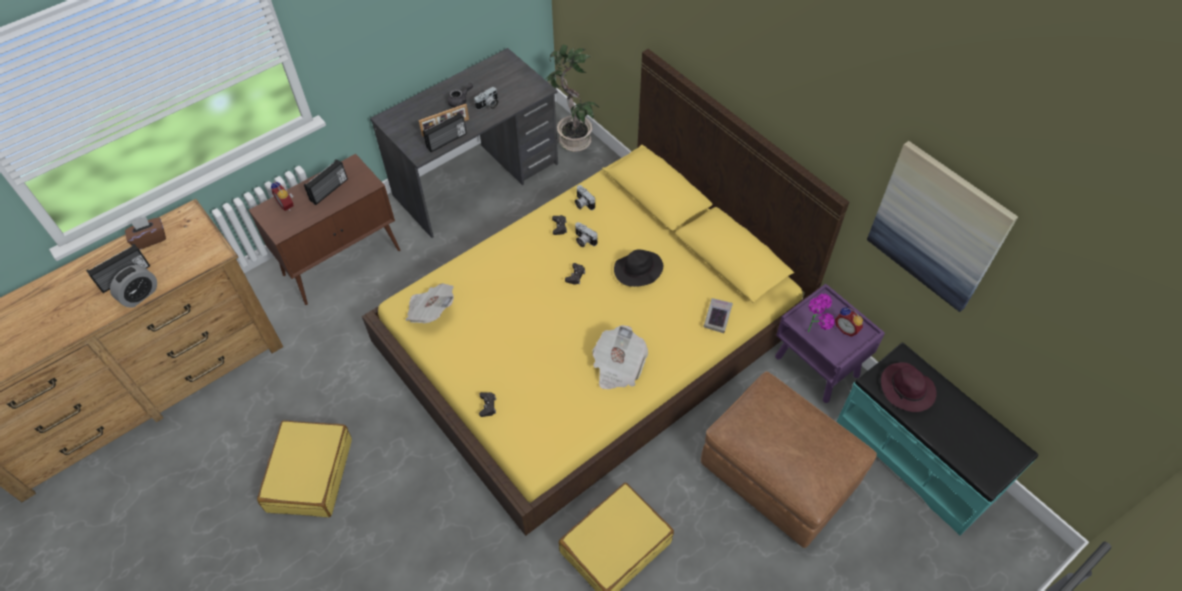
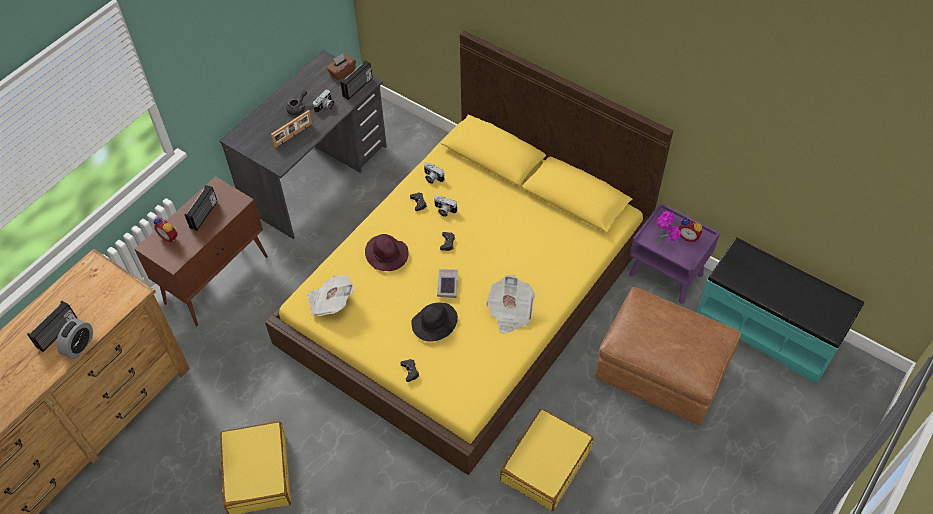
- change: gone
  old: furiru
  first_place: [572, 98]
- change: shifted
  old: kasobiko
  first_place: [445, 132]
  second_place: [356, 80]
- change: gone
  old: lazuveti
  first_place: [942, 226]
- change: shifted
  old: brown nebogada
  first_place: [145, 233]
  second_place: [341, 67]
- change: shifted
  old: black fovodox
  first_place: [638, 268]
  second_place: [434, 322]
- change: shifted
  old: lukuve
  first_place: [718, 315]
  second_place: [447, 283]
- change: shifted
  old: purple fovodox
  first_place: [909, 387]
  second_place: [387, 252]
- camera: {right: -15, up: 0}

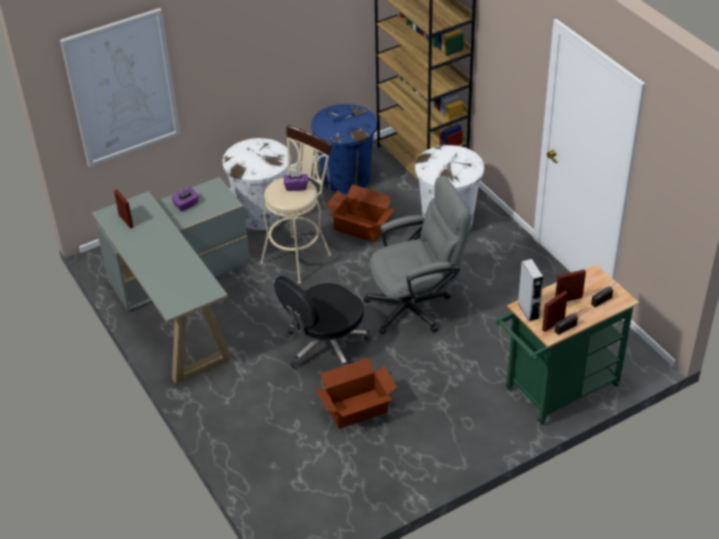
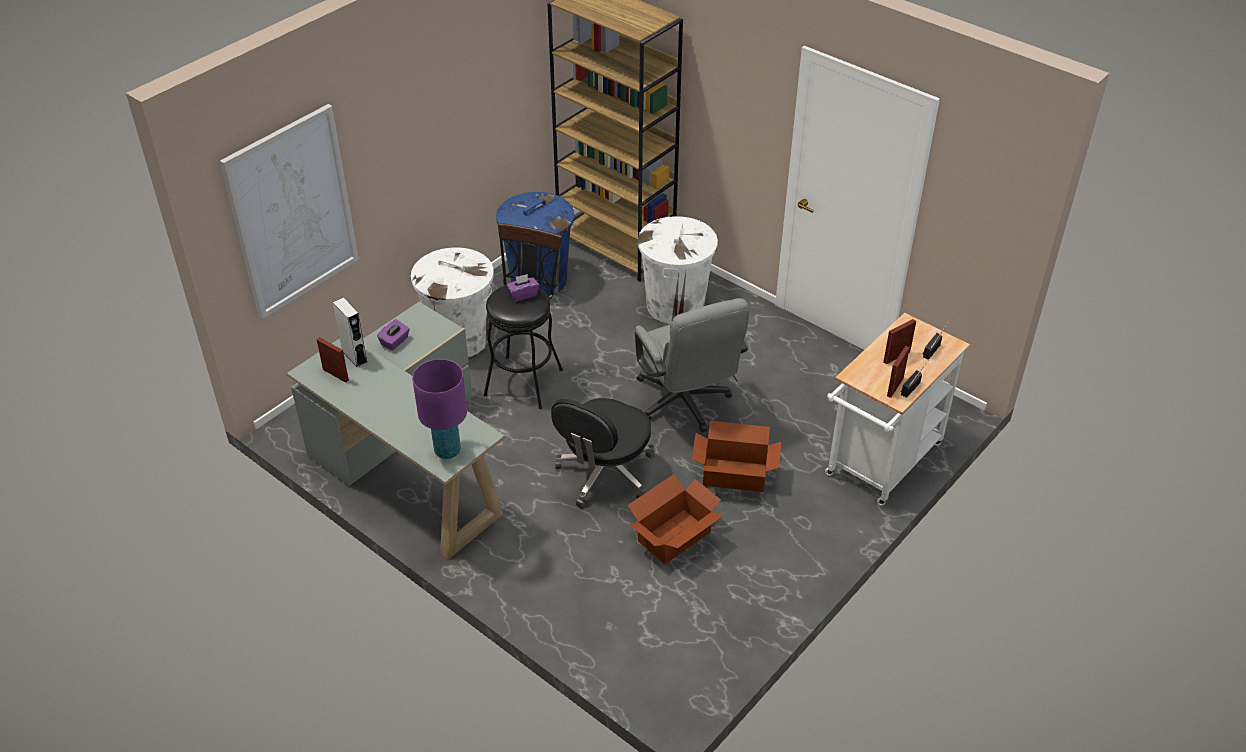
- change: repainted
  old: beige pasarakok
  new: black pasarakok
  first_place: [296, 204]
  second_place: [523, 316]
- change: rotated
  old: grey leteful
  first_place: [417, 255]
  second_place: [692, 365]
  degrees: 105
- change: shifted
  old: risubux
  first_place: [360, 213]
  second_place: [736, 456]
- change: shifted
  old: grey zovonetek
  first_place: [530, 290]
  second_place: [350, 332]
- change: repainted
  old: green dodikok
  new: white dodikok
  first_place: [567, 344]
  second_place: [897, 409]
- change: new
  new: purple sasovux
  second_place: [439, 409]
- camera: {right: -20, up: 0}

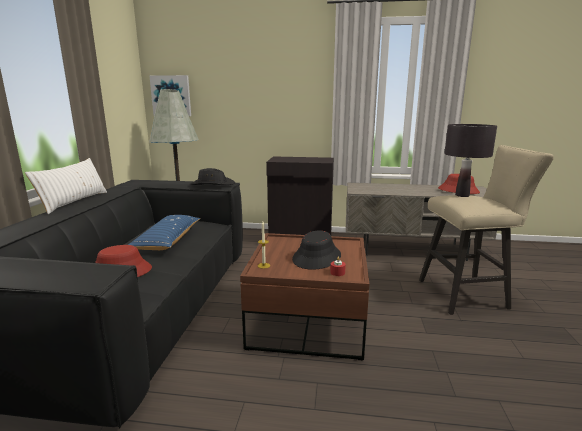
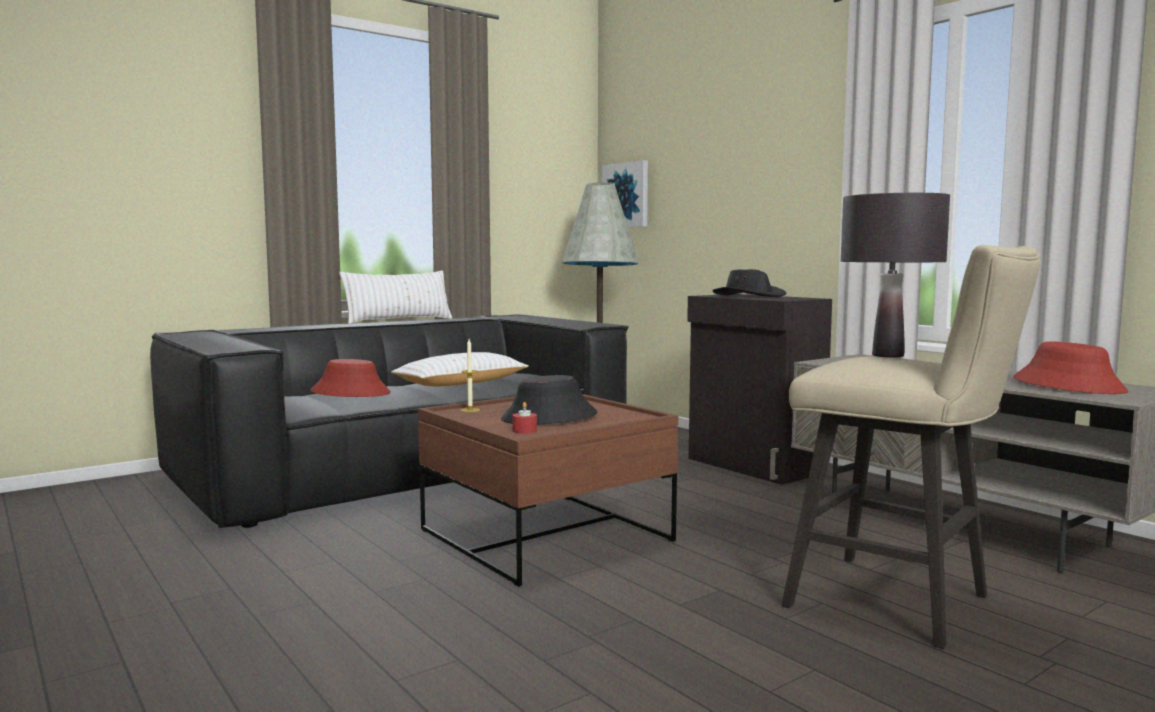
- change: shifted
  old: black fovodox
  first_place: [213, 176]
  second_place: [750, 283]
- change: repainted
  old: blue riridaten
  new: white riridaten
  first_place: [164, 232]
  second_place: [460, 369]
- camera: {right: 45, up: -10}

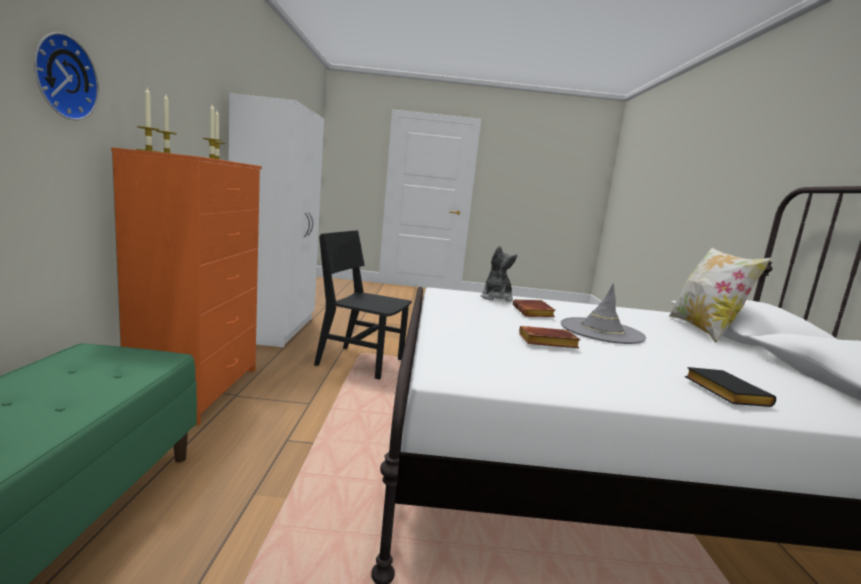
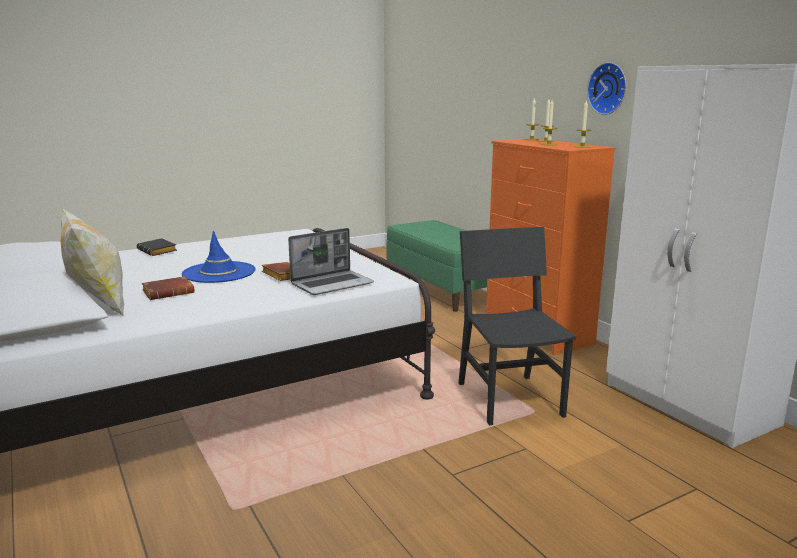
- change: shifted
  old: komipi
  first_place: [66, 76]
  second_place: [606, 88]
- change: rotated
  old: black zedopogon
  first_place: [363, 305]
  second_place: [517, 326]
  degrees: -90
- change: swapped
  old: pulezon
  new: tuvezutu
  first_place: [499, 274]
  second_place: [331, 261]
- change: repainted
  old: grey fovodox
  new: blue fovodox
  first_place: [603, 313]
  second_place: [219, 257]
- change: shifted
  old: brown lukuve
  first_place: [550, 337]
  second_place: [168, 288]
- camera: {right: 150, up: 5}

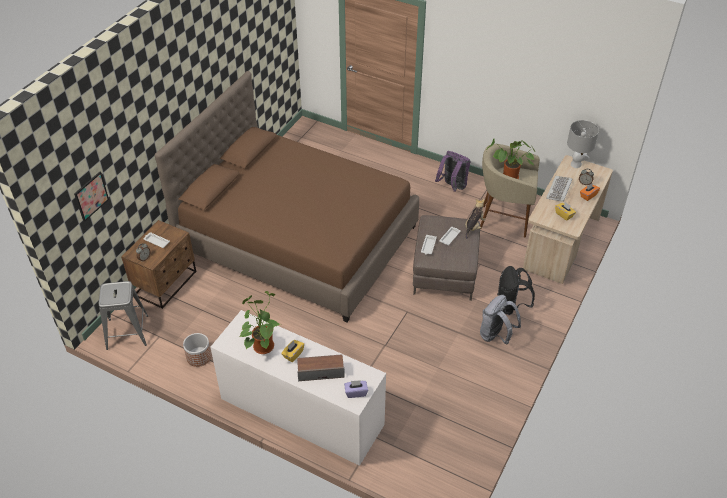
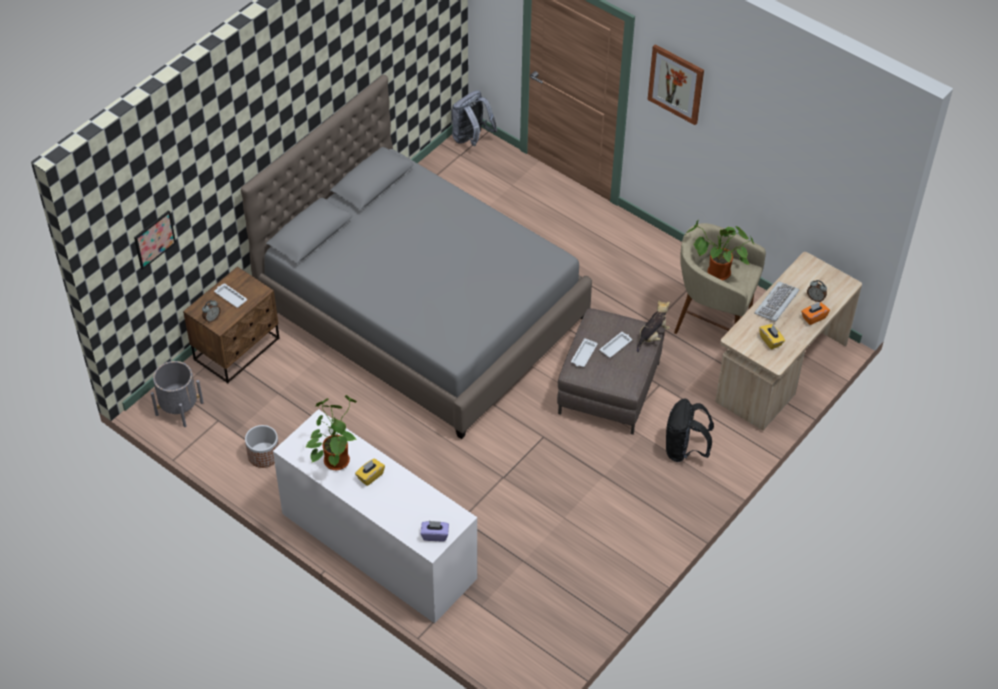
- change: repainted
  old: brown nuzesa
  new: grey nuzesa
  first_place: [287, 196]
  second_place: [416, 257]
- change: gone
  old: grey sasovux
  first_place: [583, 144]
- change: gone
  old: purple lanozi
  first_place: [452, 171]
- change: swapped
  old: grey pasarakok
  new: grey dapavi
  first_place: [123, 315]
  second_place: [177, 394]
- change: shifted
  old: grey lanozi
  first_place: [500, 320]
  second_place: [475, 118]
- change: gone
  old: zovonetek
  first_place: [321, 367]
- change: new
  new: lazuveti
  second_place: [676, 84]
- camera: {right: 10, up: 5}

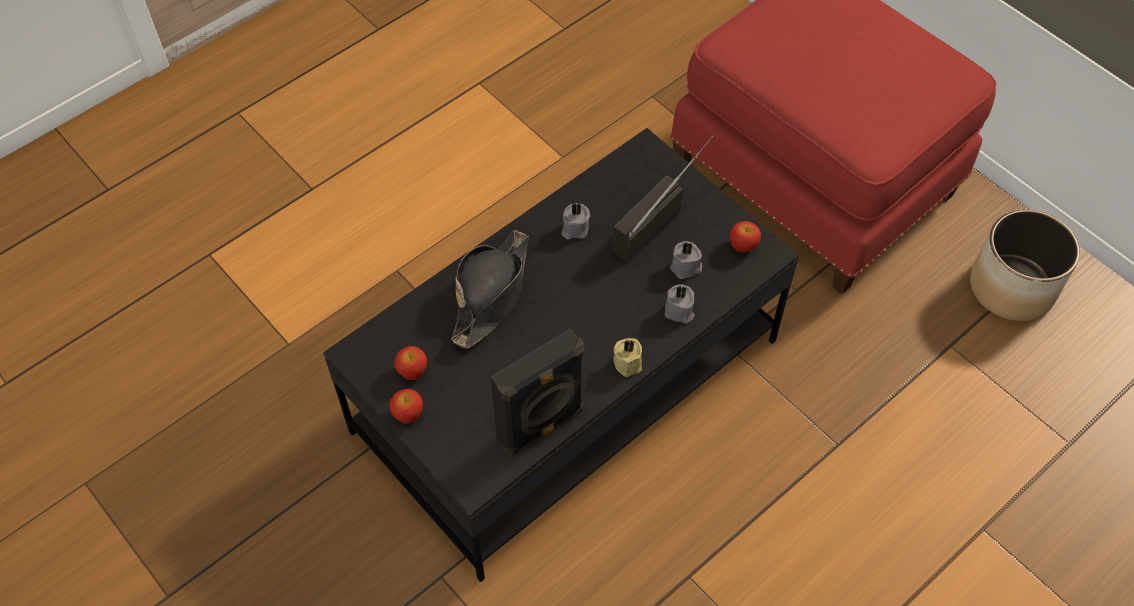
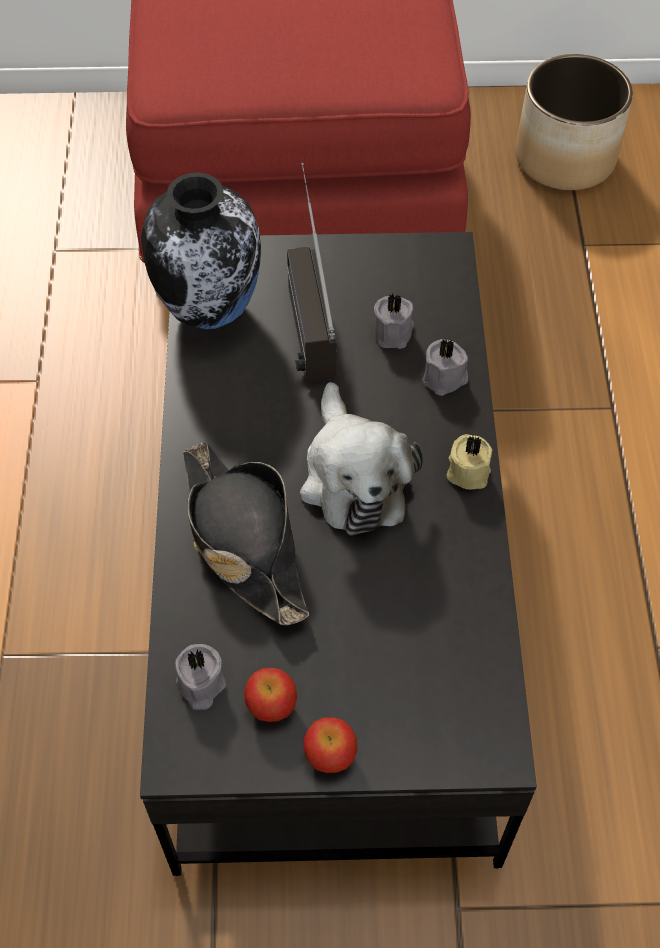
- change: shifted
  old: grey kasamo
  first_place: [575, 221]
  second_place: [200, 677]
- change: gone
  old: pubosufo
  first_place: [745, 236]
- change: gone
  old: black zovonetek
  first_place: [537, 392]
- change: new
  new: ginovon
  second_place: [201, 251]
- change: new
  new: pulezon
  second_place: [361, 458]
- camera: {right: -50, up: 0}

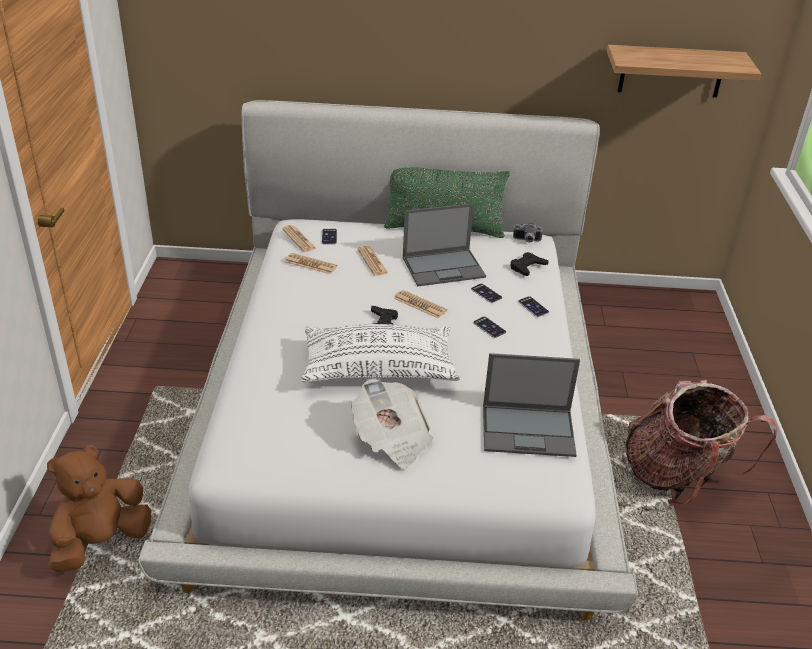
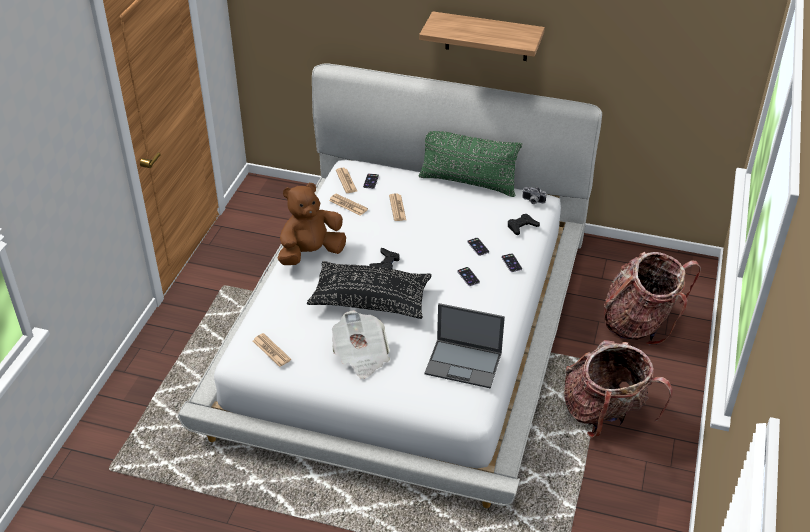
- change: shifted
  old: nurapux
  first_place: [684, 71]
  second_place: [482, 36]
- change: gone
  old: tuvezutu
  first_place: [444, 244]
- change: shifted
  old: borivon
  first_place: [420, 304]
  second_place: [272, 350]
- change: repainted
  old: white riridaten
  new: black riridaten
  first_place: [380, 353]
  second_place: [369, 290]
- change: shifted
  old: brown pulezon
  first_place: [99, 508]
  second_place: [312, 224]
- change: new
  new: lanozi
  second_place: [652, 298]
- camera: {right: 15, up: 5}

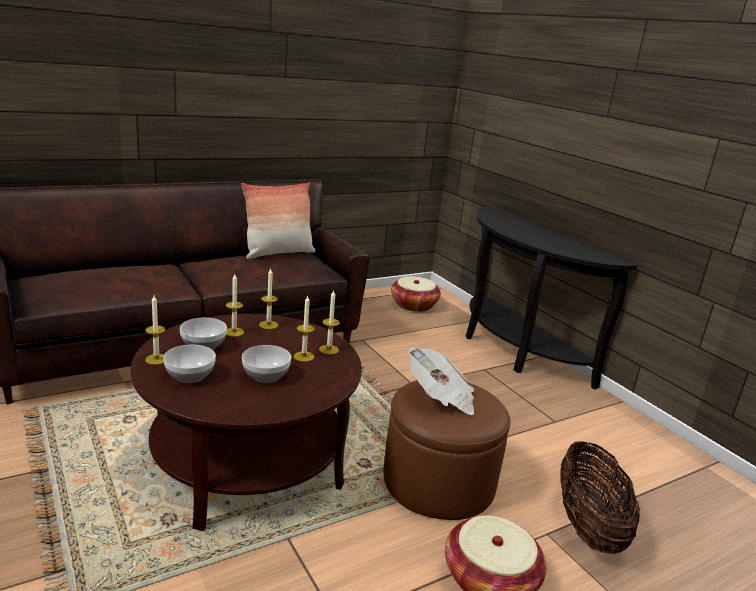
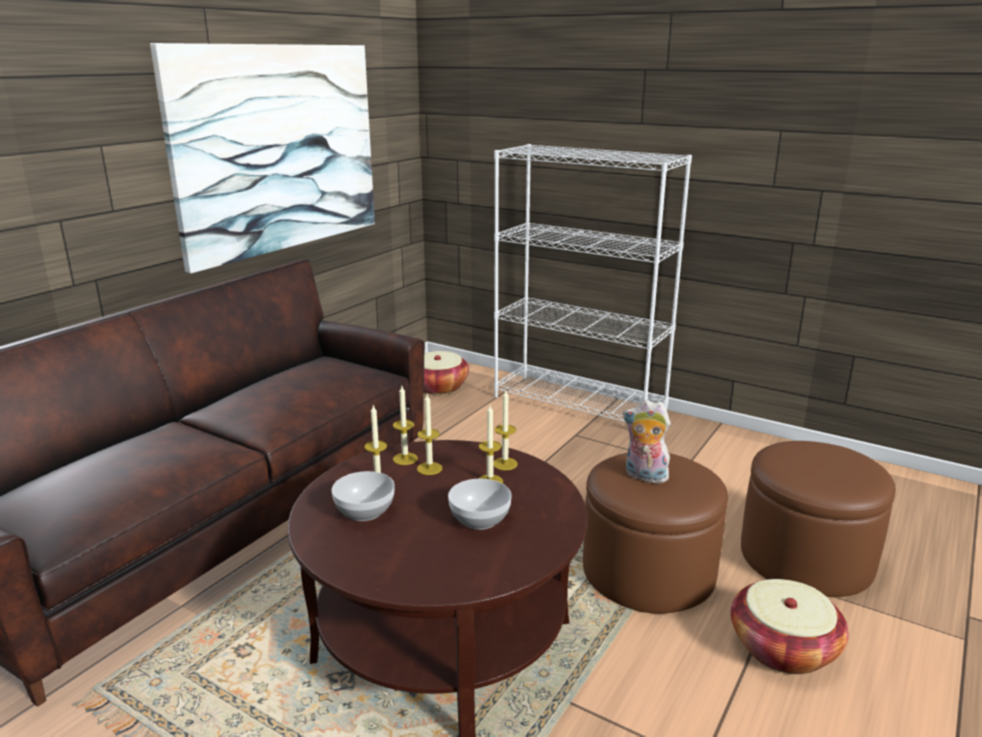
- change: gone
  old: riridaten
  first_place: [278, 221]
- change: swapped
  old: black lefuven
  new: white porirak
  first_place: [551, 297]
  second_place: [593, 283]
- change: shifted
  old: kasamo
  first_place: [155, 330]
  second_place: [429, 434]
- change: gone
  old: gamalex
  first_place: [189, 364]
- change: swapped
  old: borivon
  new: pulezon
  first_place: [441, 381]
  second_place: [647, 442]
- change: swapped
  old: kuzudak
  new: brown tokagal
  first_place: [600, 497]
  second_place: [818, 519]
- change: new
  new: lazuveti
  second_place: [262, 158]
- camera: {right: -25, up: 0}

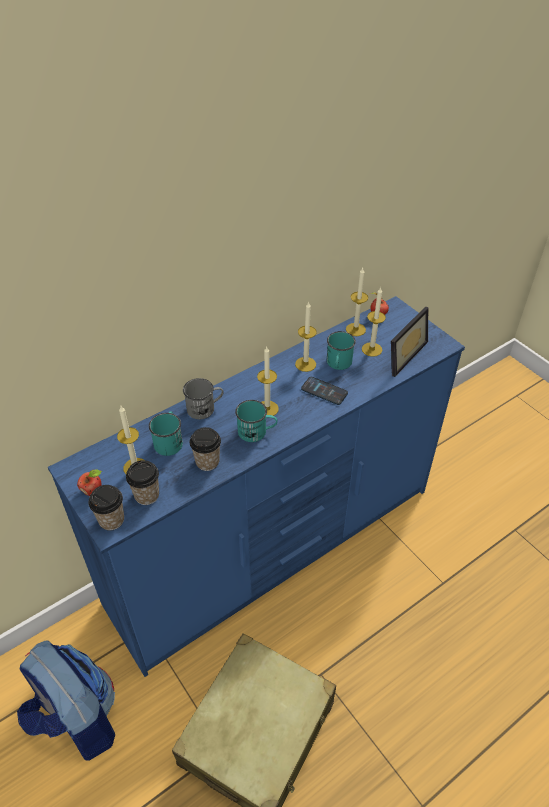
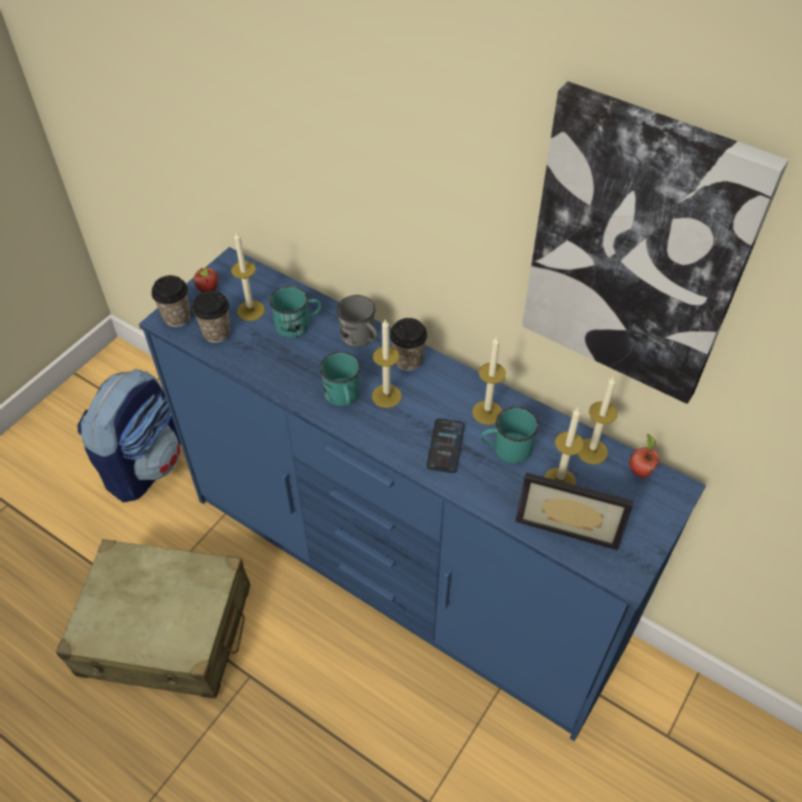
- change: shifted
  old: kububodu
  first_place: [205, 449]
  second_place: [408, 344]
- change: new
  new: lazuveti
  second_place: [655, 242]
- camera: {right: 70, up: 5}

